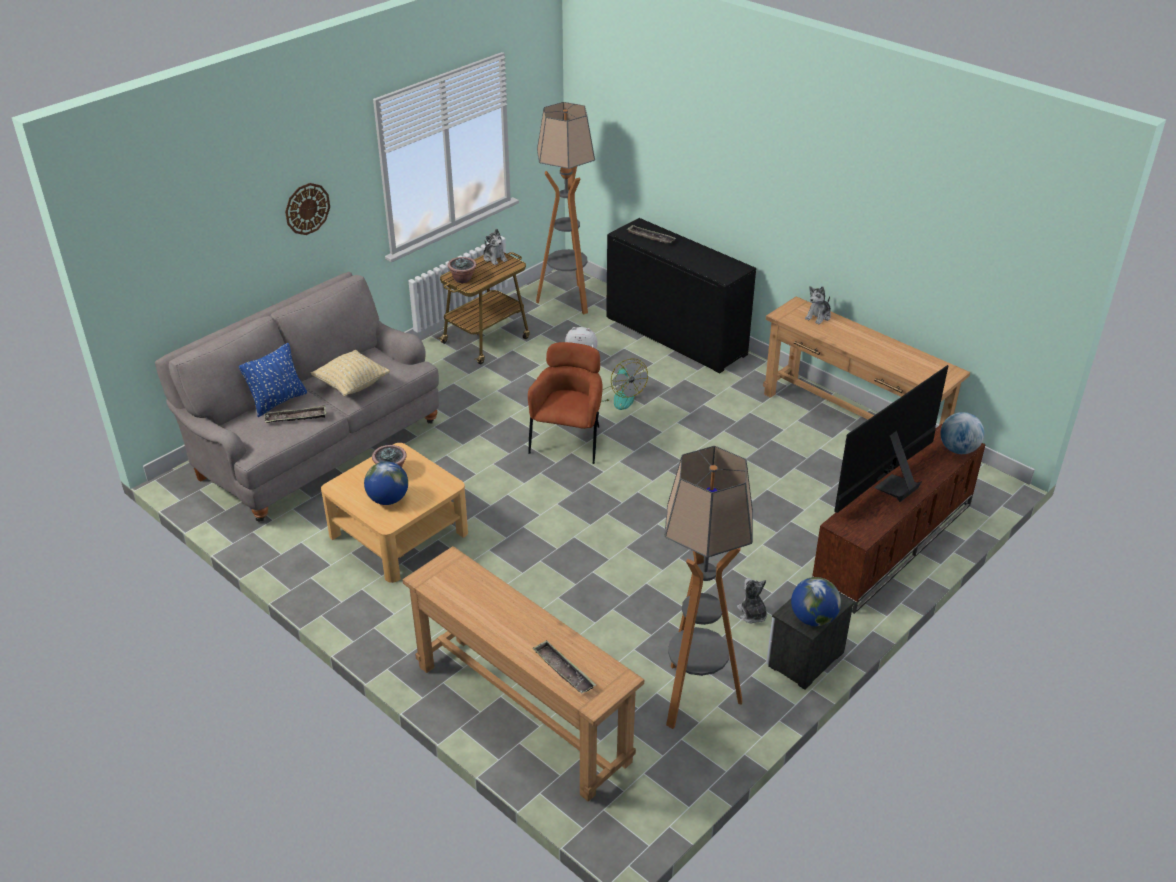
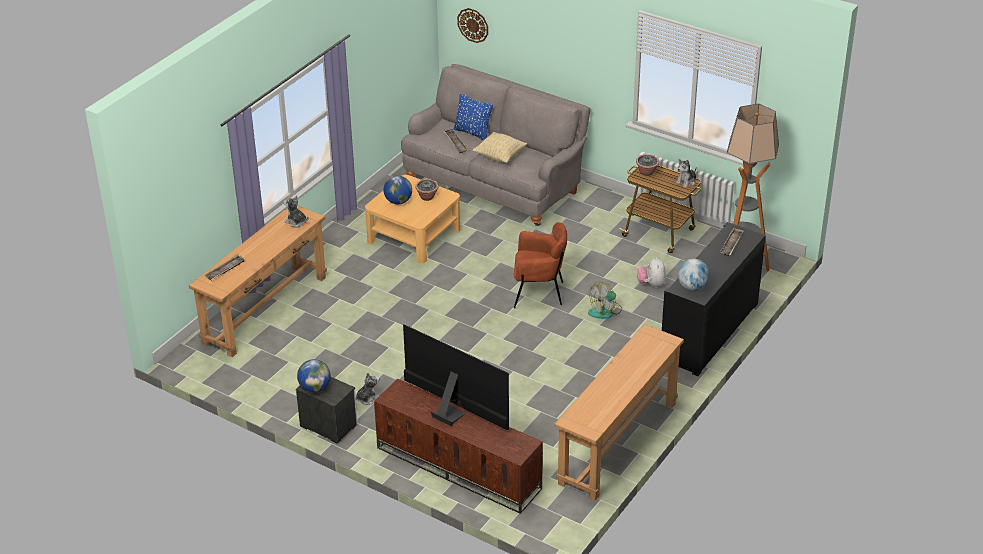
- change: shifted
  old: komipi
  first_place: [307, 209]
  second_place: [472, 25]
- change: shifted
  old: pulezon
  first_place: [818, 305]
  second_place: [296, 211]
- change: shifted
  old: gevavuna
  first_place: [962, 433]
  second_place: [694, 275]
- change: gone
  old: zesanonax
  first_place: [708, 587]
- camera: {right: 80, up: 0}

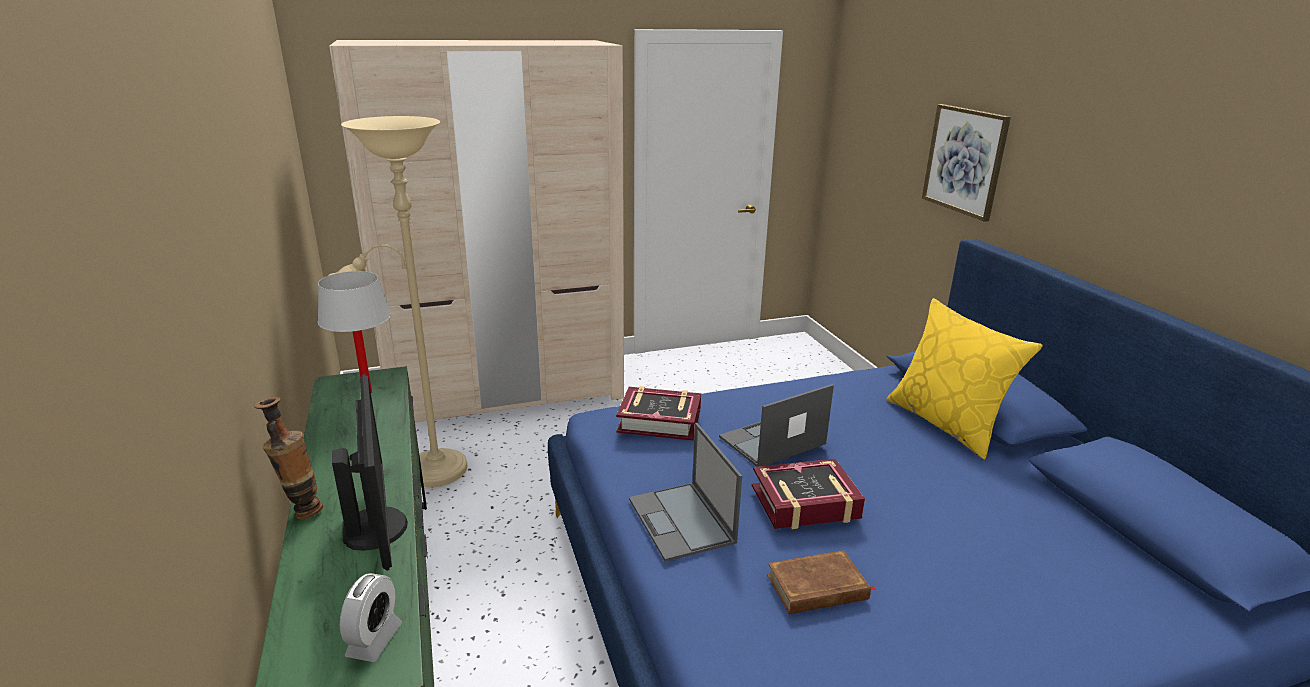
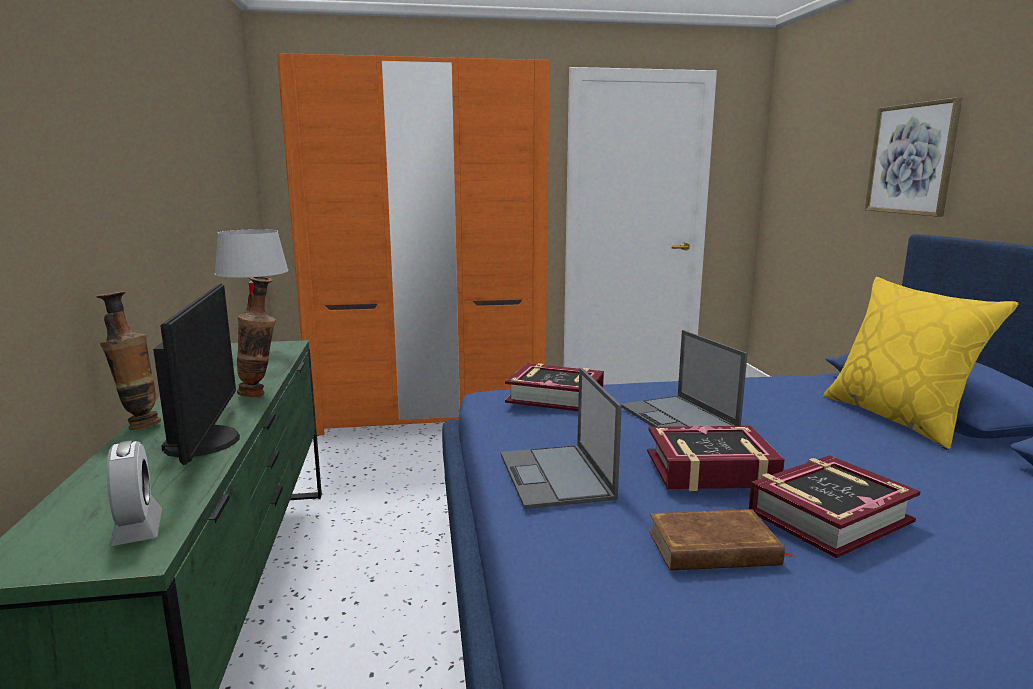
- change: repainted
  old: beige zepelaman
  new: orange zepelaman
  first_place: [476, 231]
  second_place: [413, 244]
- change: gone
  old: beige zesanonax
  first_place: [397, 301]
- change: rotated
  old: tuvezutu
  first_place: [776, 425]
  second_place: [684, 378]
  degrees: -90
- change: rotated
  old: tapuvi
  first_place: [371, 617]
  second_place: [134, 493]
  degrees: -45
- change: new
  new: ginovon
  second_place: [256, 337]
- change: new
  new: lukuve
  second_place: [834, 506]
- camera: {right: 10, up: -10}

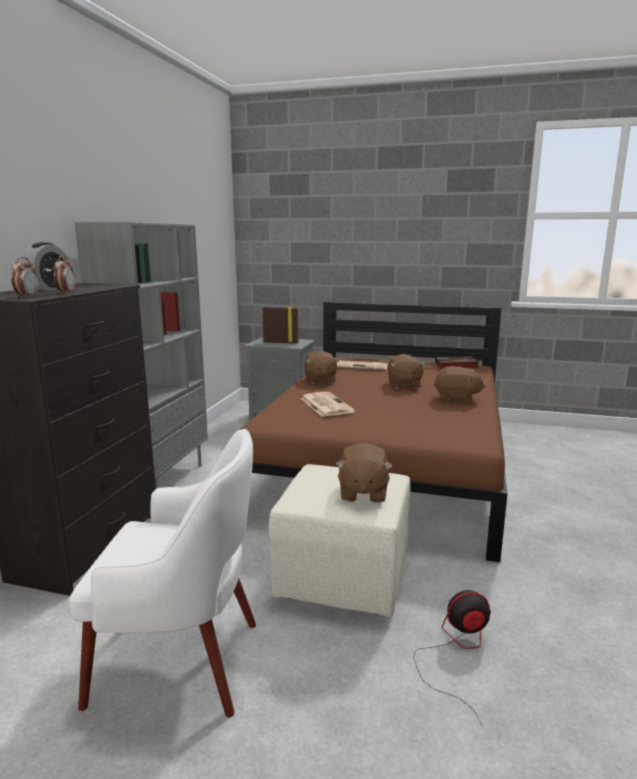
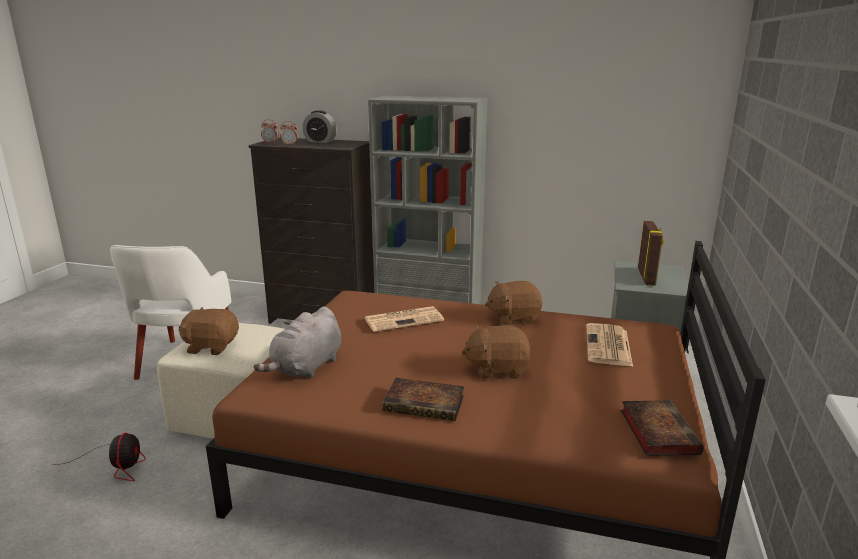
- change: swapped
  old: brown pulezon
  new: lukuve
  first_place: [460, 384]
  second_place: [423, 399]
- change: new
  new: grey pulezon
  second_place: [297, 343]
- camera: {right: 90, up: 5}

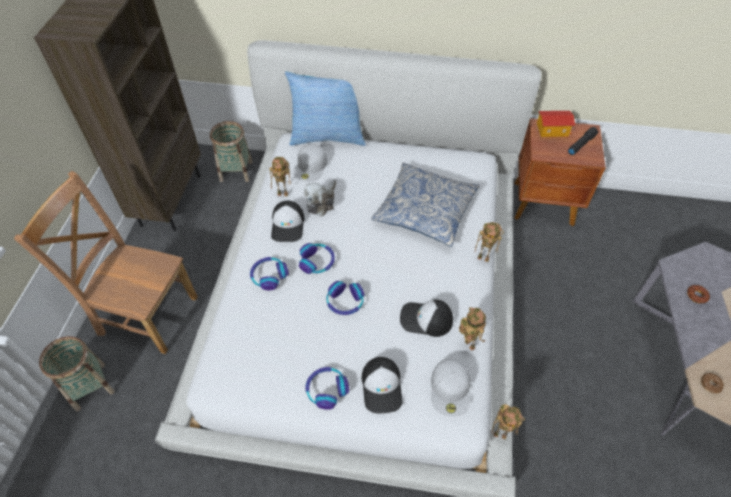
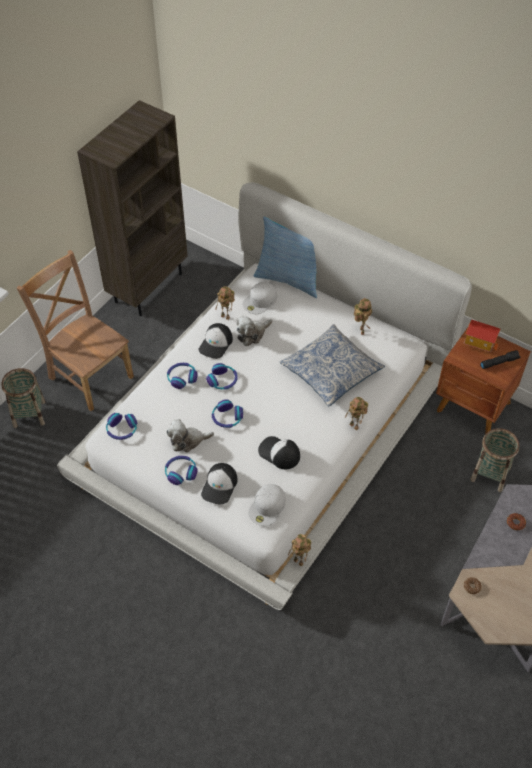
- change: shifted
  old: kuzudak
  first_place: [231, 151]
  second_place: [495, 460]
- change: shifted
  old: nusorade
  first_place: [472, 329]
  second_place: [363, 316]
- change: new
  new: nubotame
  second_place: [121, 426]
- change: new
  new: pulezon
  second_place: [190, 435]
- camera: {right: 25, up: 0}

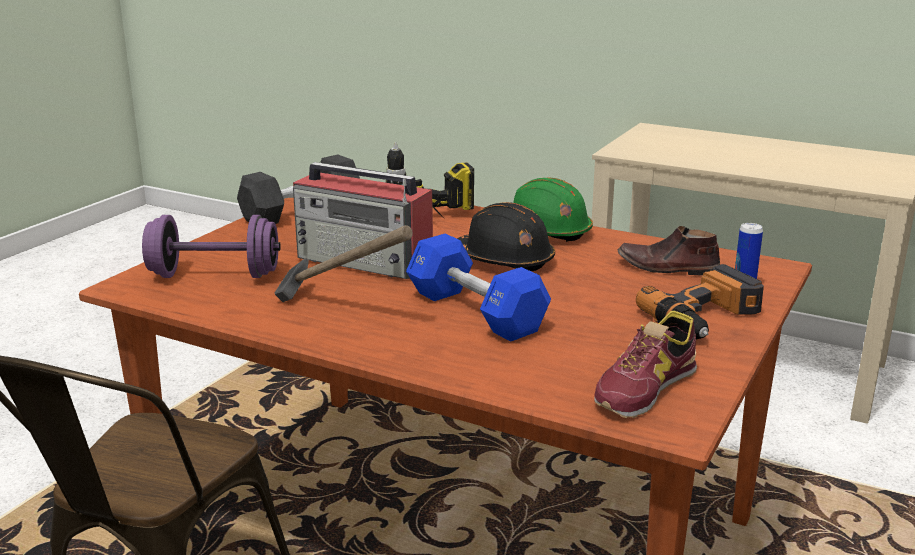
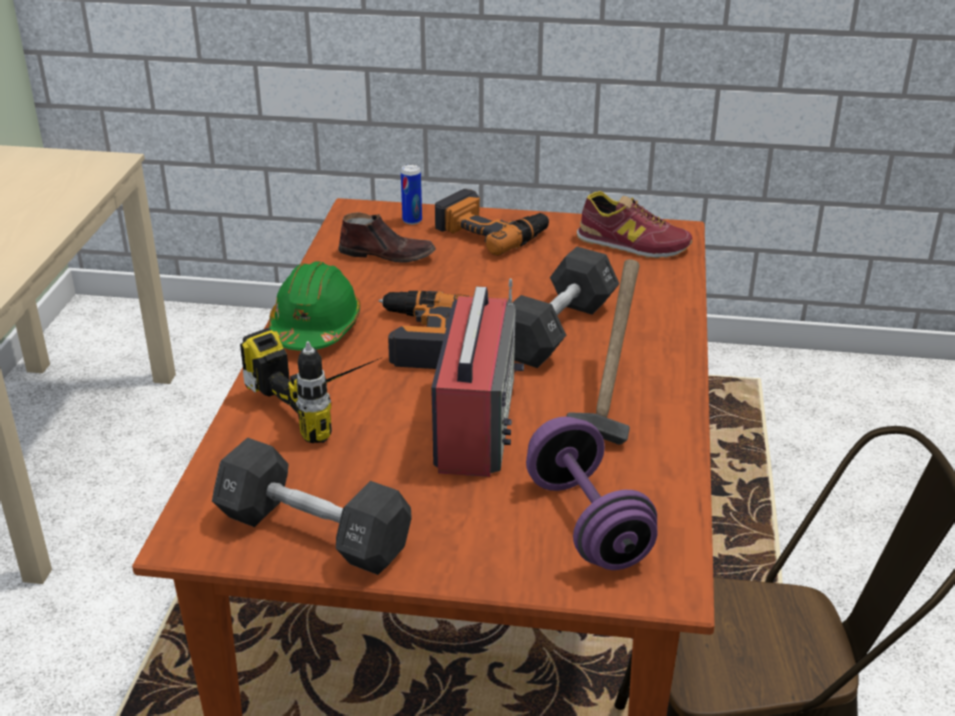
- change: swapped
  old: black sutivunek
  new: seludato
  first_place: [506, 236]
  second_place: [424, 330]
- change: rotated
  old: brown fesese
  first_place: [669, 250]
  second_place: [387, 237]
  degrees: -75
- change: repainted
  old: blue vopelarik
  new: black vopelarik
  first_place: [478, 288]
  second_place: [565, 307]
- camera: {right: -110, up: 10}

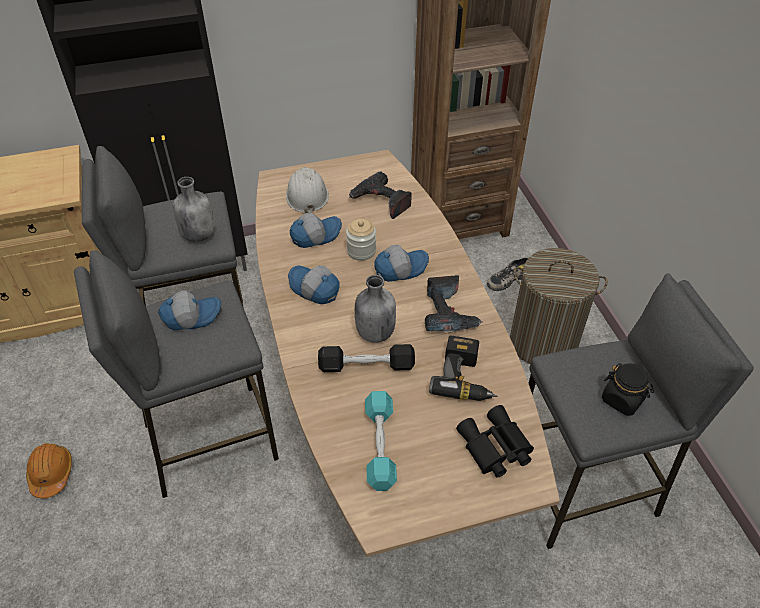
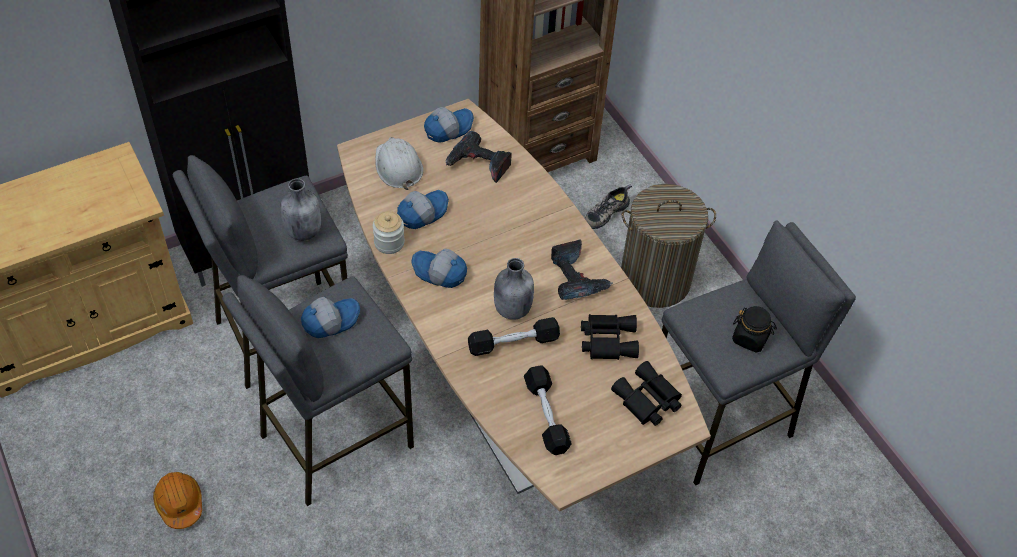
- change: shifted
  old: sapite
  first_place: [361, 240]
  second_place: [389, 232]
- change: shifted
  old: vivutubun
  first_place: [401, 263]
  second_place: [449, 125]
- change: swapped
  old: seludato
  new: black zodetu
  first_place: [463, 368]
  second_place: [610, 337]
- change: repainted
  old: turquoise vopelarik
  new: black vopelarik
  first_place: [381, 441]
  second_place: [548, 410]
- camera: {right: -15, up: 5}

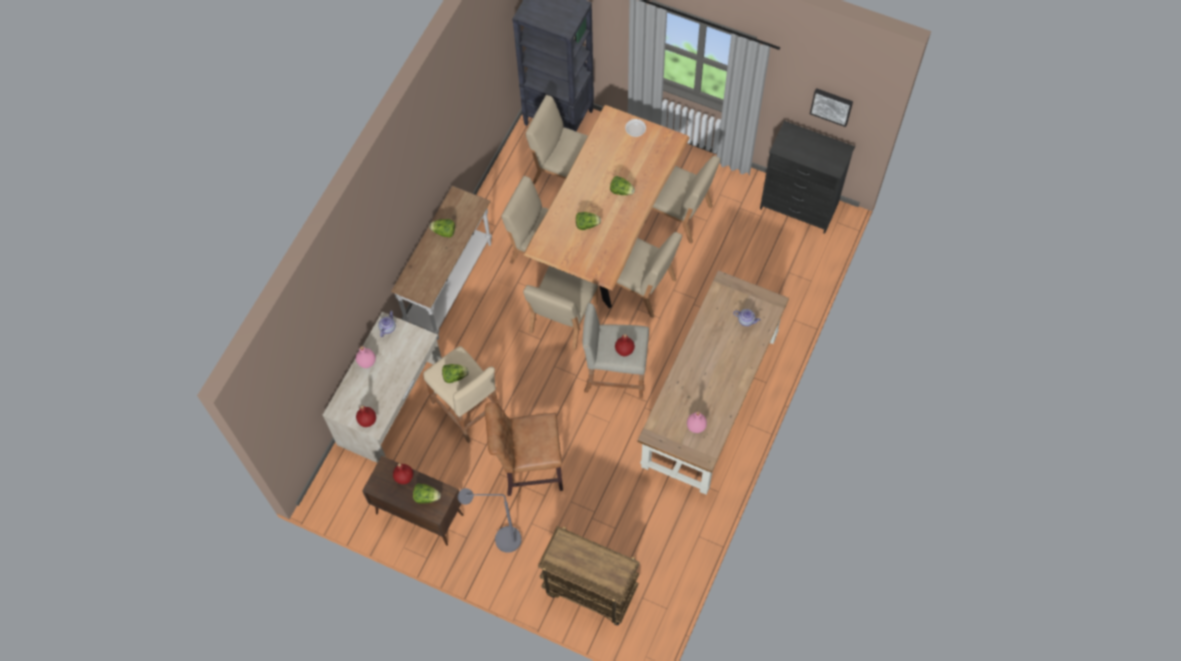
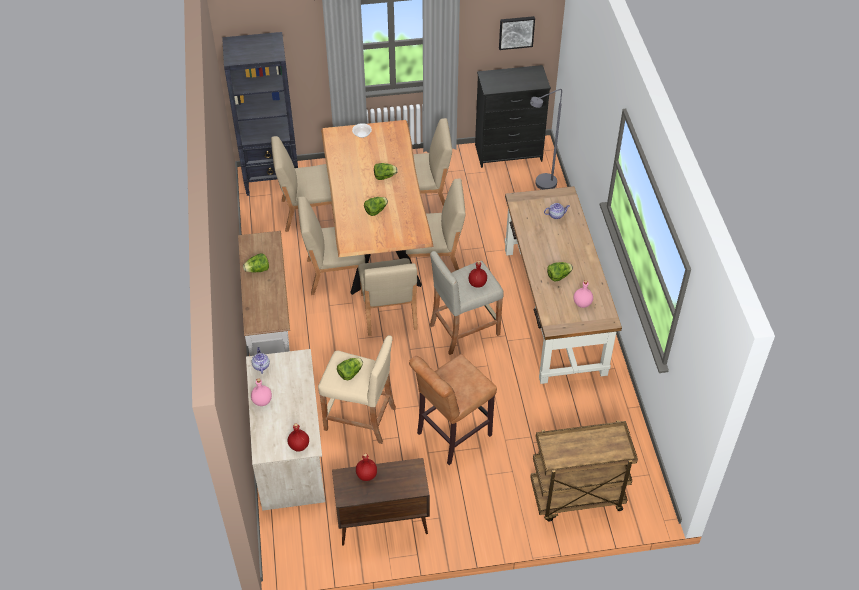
- change: shifted
  old: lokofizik
  first_place: [427, 493]
  second_place: [560, 271]
- change: shifted
  old: grey zesanonax
  first_place: [490, 520]
  second_place: [546, 139]
- camera: {right: -35, up: -15}

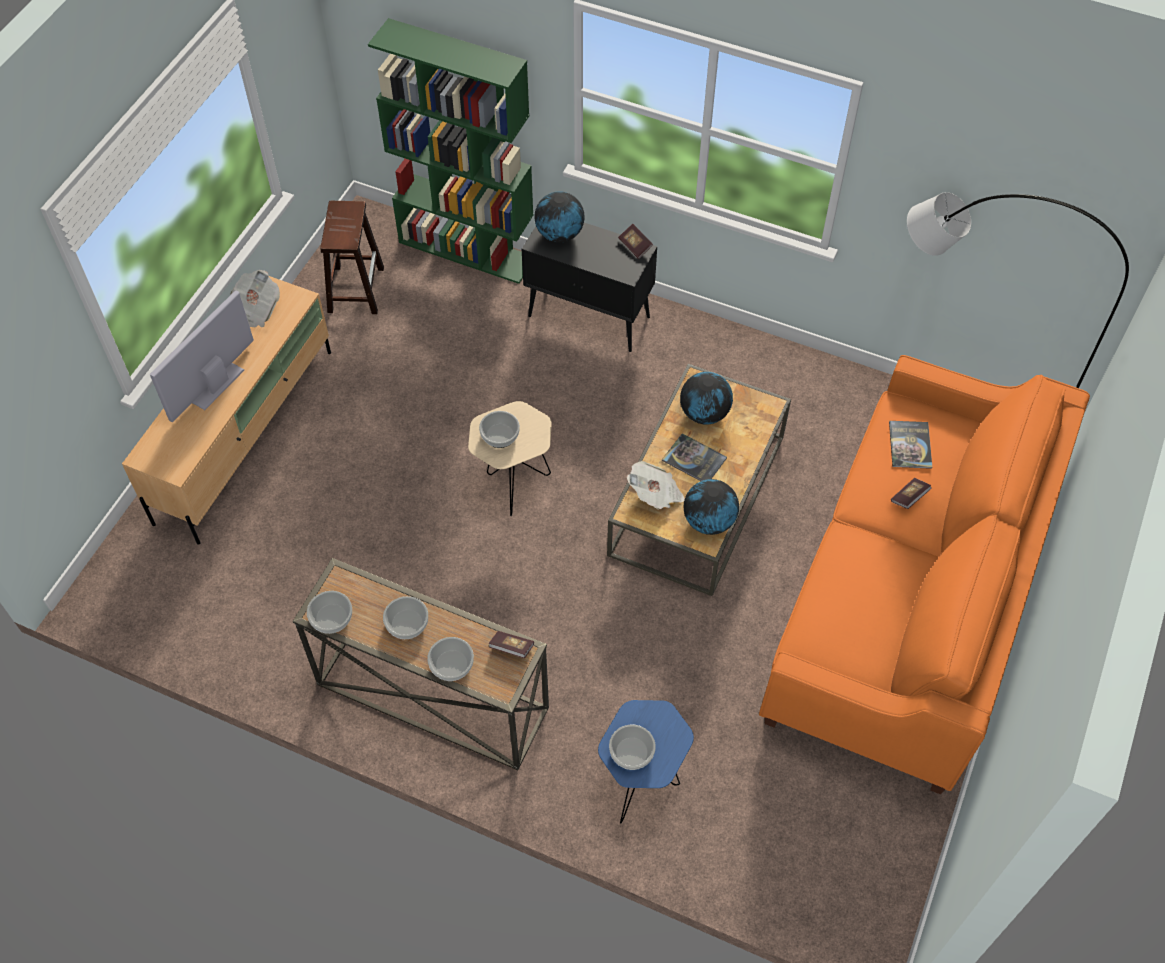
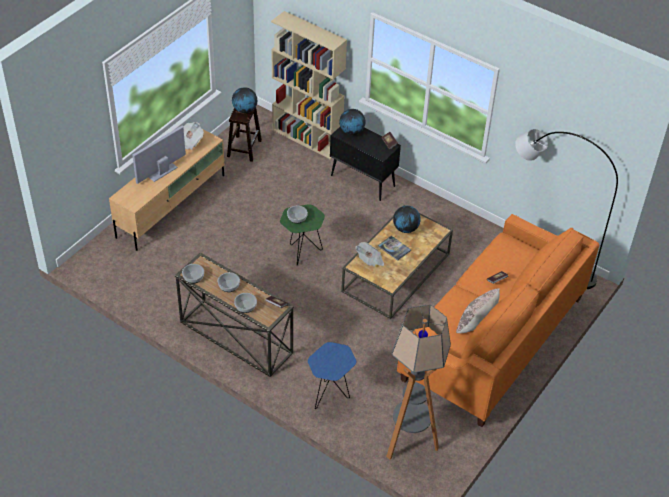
- change: repainted
  old: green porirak
  new: beige porirak
  first_place: [450, 151]
  second_place: [309, 85]
- change: repainted
  old: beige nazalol
  new: green nazalol
  first_place: [510, 458]
  second_place: [302, 234]
- change: gone
  old: lukuve
  first_place: [910, 445]
- change: shifted
  old: gevavuna
  first_place: [711, 507]
  second_place: [244, 100]
- change: gone
  old: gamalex
  first_place: [632, 747]
- change: new
  new: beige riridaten
  second_place: [478, 311]
- change: new
  new: zesanonax
  second_place: [418, 382]
- camera: {right: 10, up: -10}

